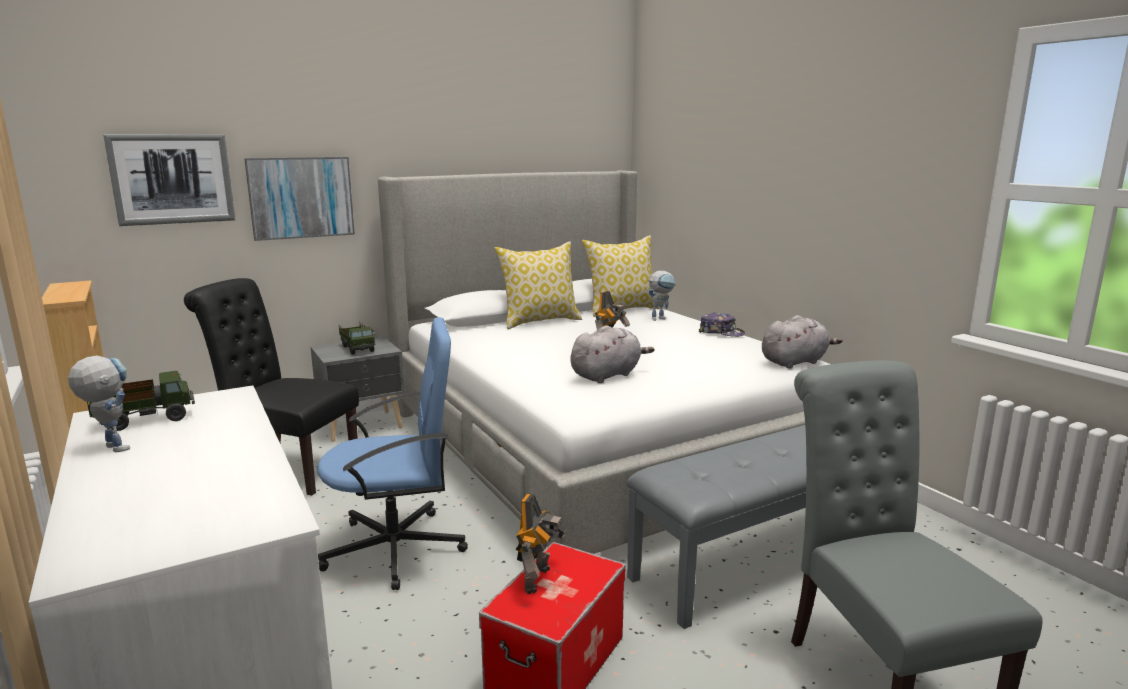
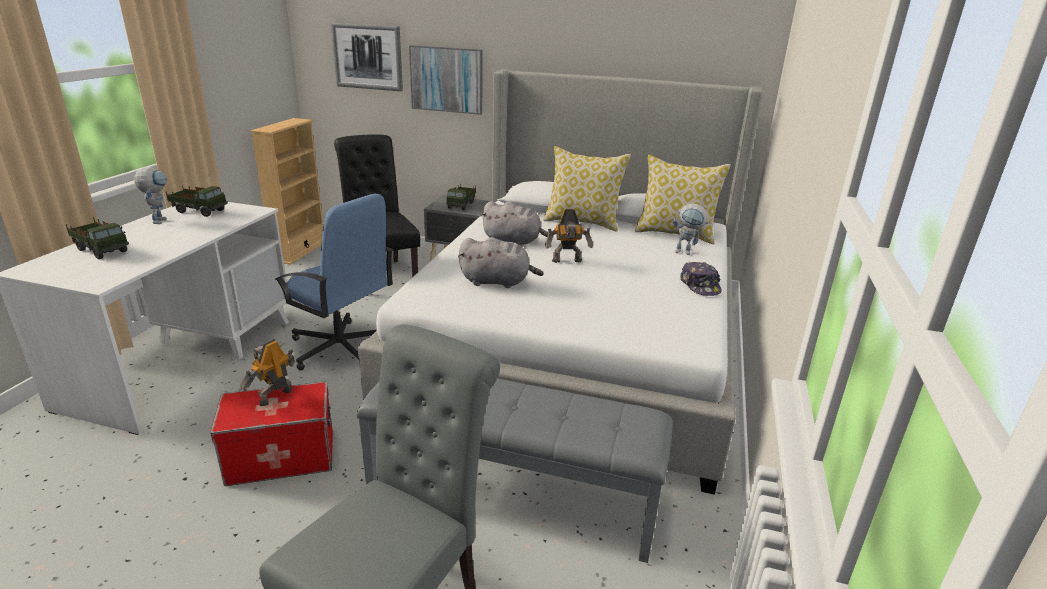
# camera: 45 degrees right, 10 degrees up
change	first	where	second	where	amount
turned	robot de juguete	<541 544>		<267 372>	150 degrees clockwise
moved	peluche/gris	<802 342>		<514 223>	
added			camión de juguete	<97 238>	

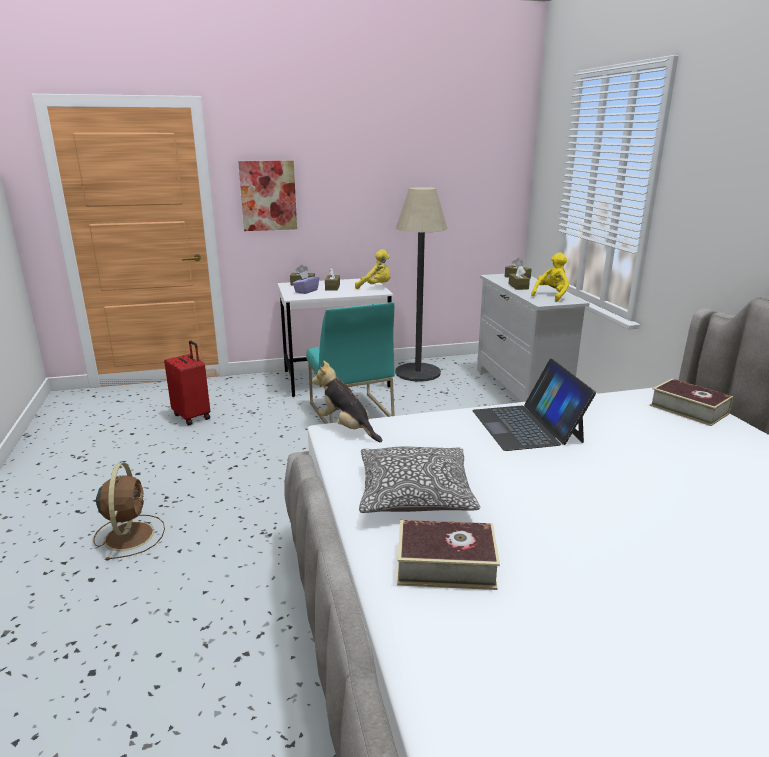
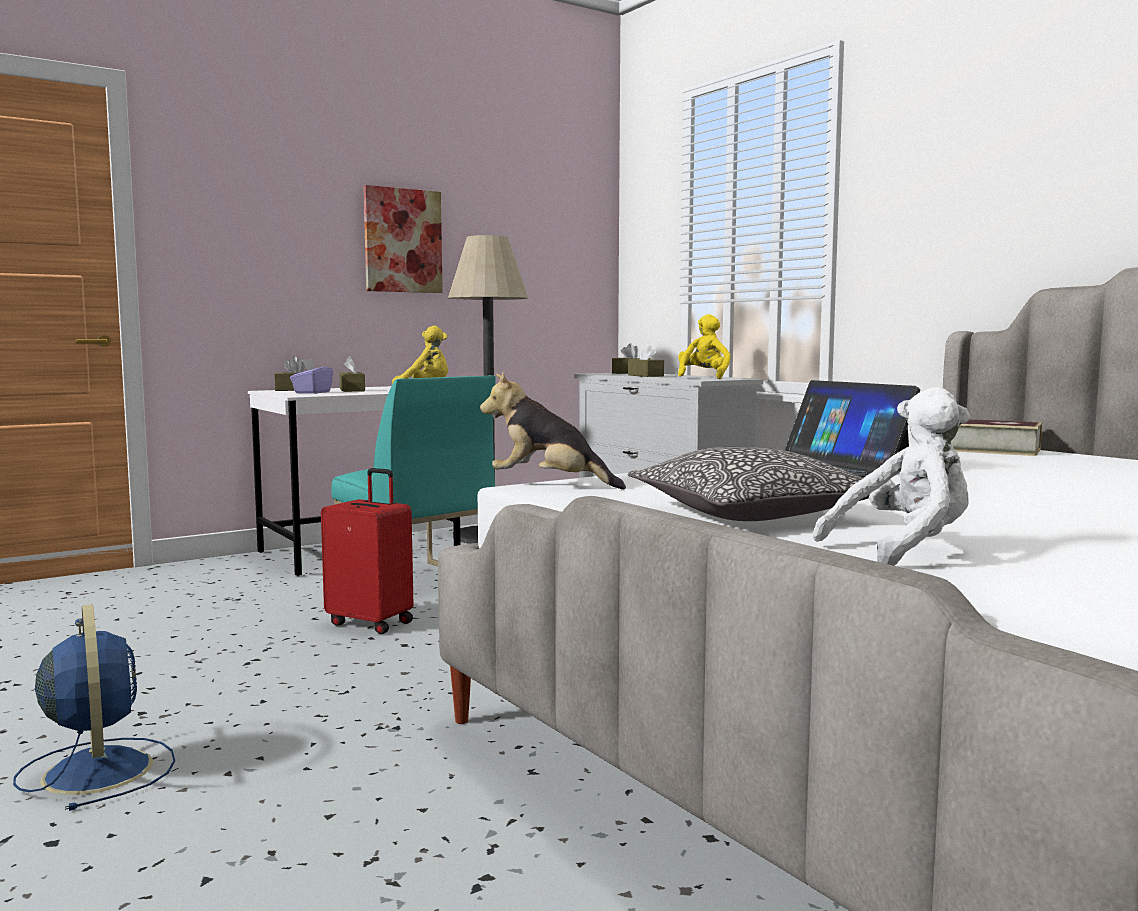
# camera: 20 degrees left, 15 degrees down
change	first	where	second	where	amount
recoloured	ventilador/marrón	<129 512>	ventilador/azul	<94 707>	
moved	maleta/rojo	<187 383>		<367 551>	
moved	cuadro	<267 195>		<403 239>	
replaced	libro	<448 555>	peluche/blanco	<892 476>	

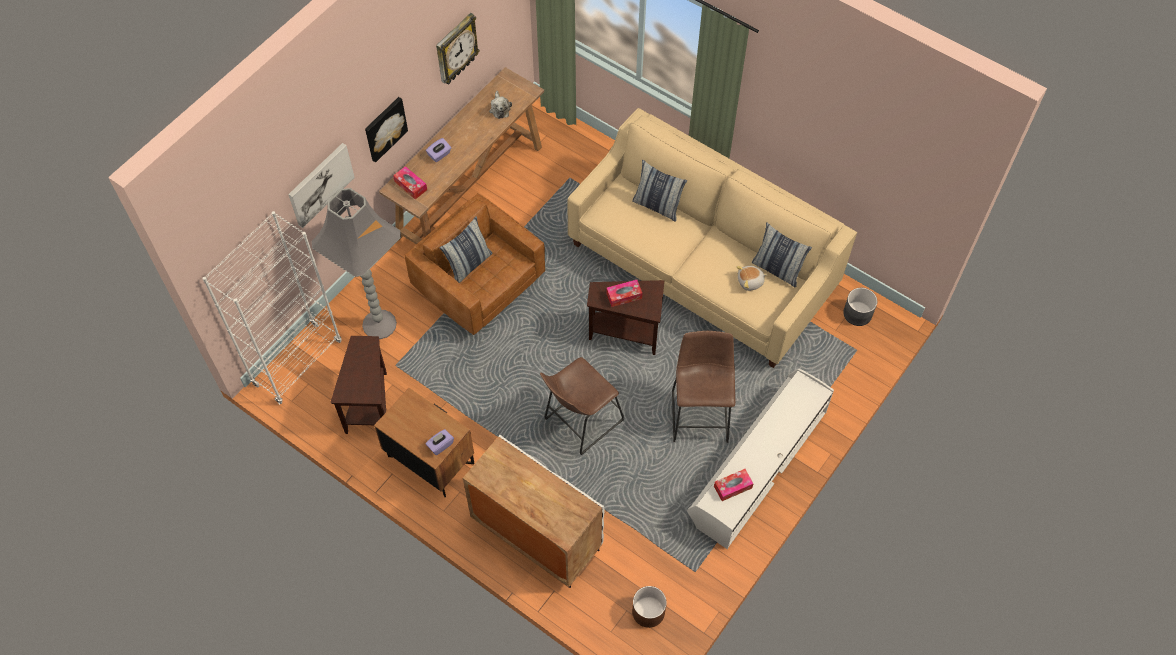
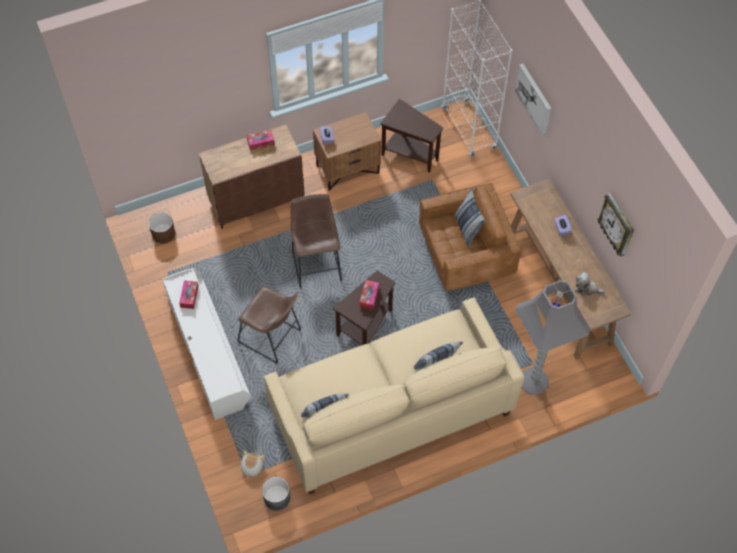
# camera: 120 degrees right, 0 degrees up
change	first	where	second	where	amount
moved	lámpara de pie/gris	<356 263>		<552 337>	
removed	cuadro	<386 129>			
moved	caja de pañuelos	<410 182>		<261 140>	
recoloured	armario/blanco	<533 511>	armario/marrón	<252 177>	
moved	peluche	<751 278>		<253 464>	

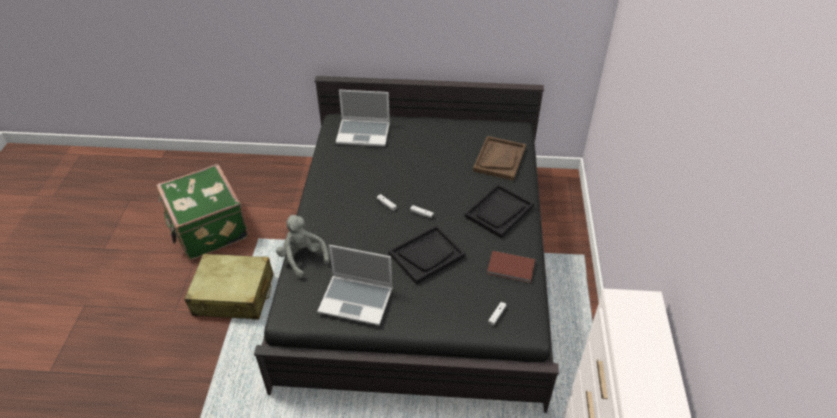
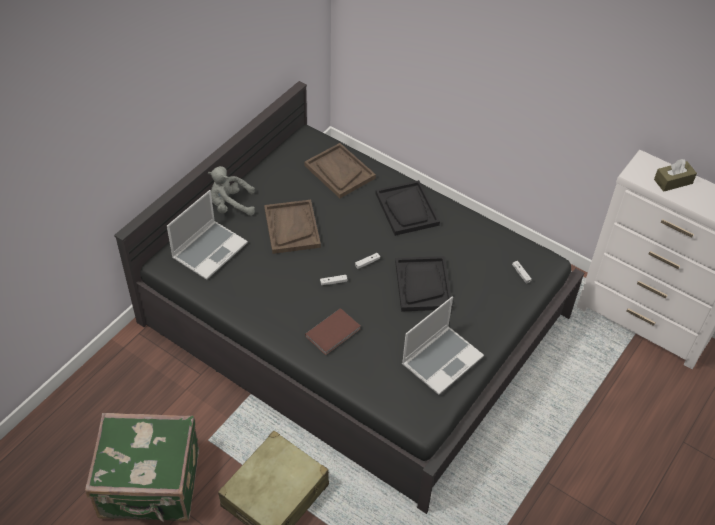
# camera: 60 degrees left, 5 degrees up
change	first	where	second	where	amount
moved	peluche/gris	<302 246>		<231 191>	
moved	libro/marrón	<511 267>		<332 331>	
added			bandeja/marrón	<292 227>	
added			caja de pañuelos/marrón	<675 175>	

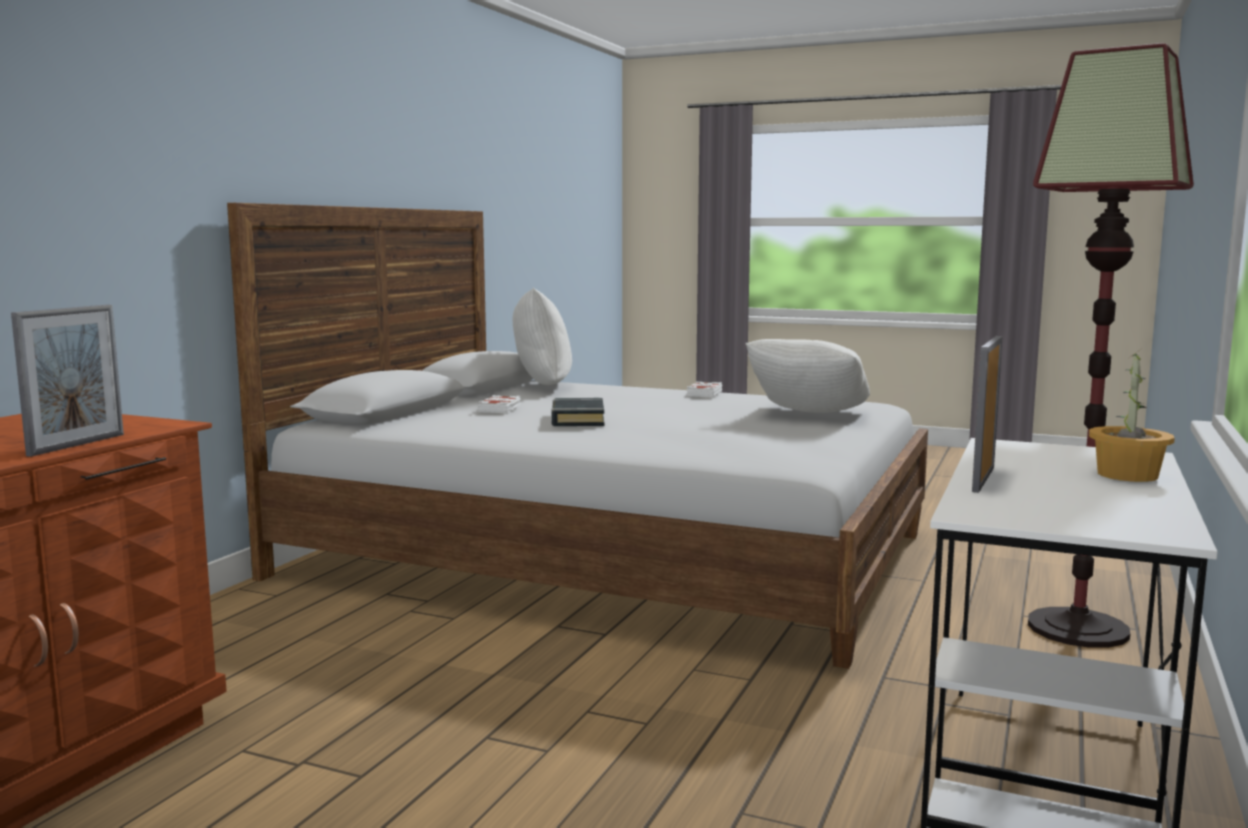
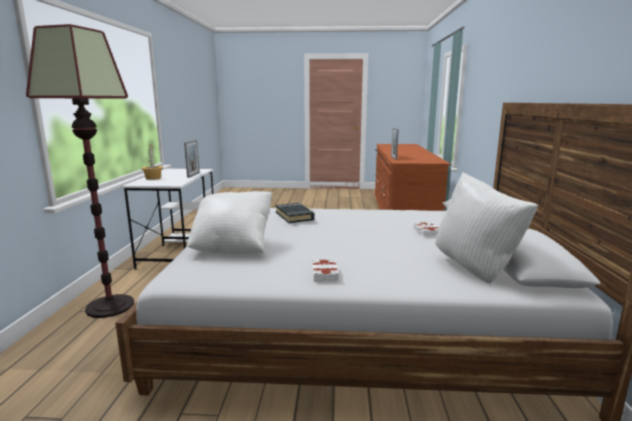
# camera: 160 degrees right, 5 degrees up
change	first	where	second	where	amount
moved	libro/negro	<577 412>		<295 213>	

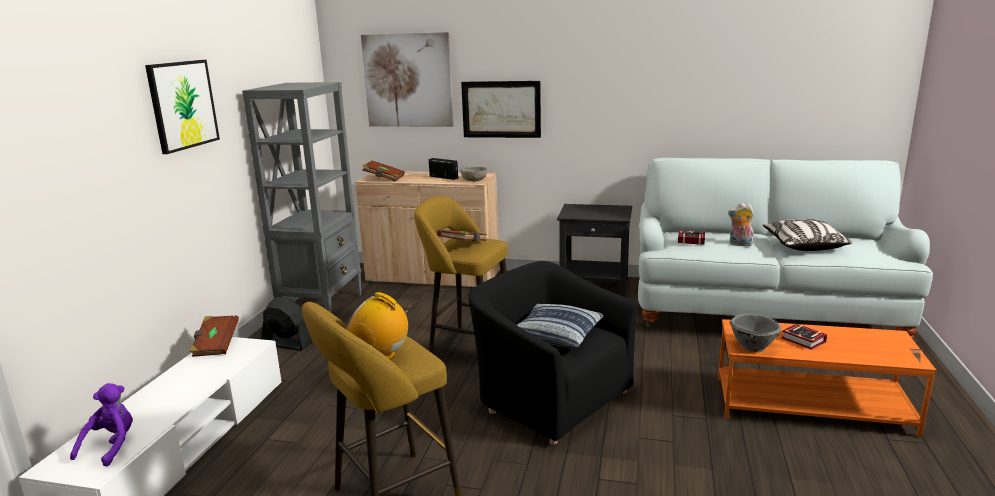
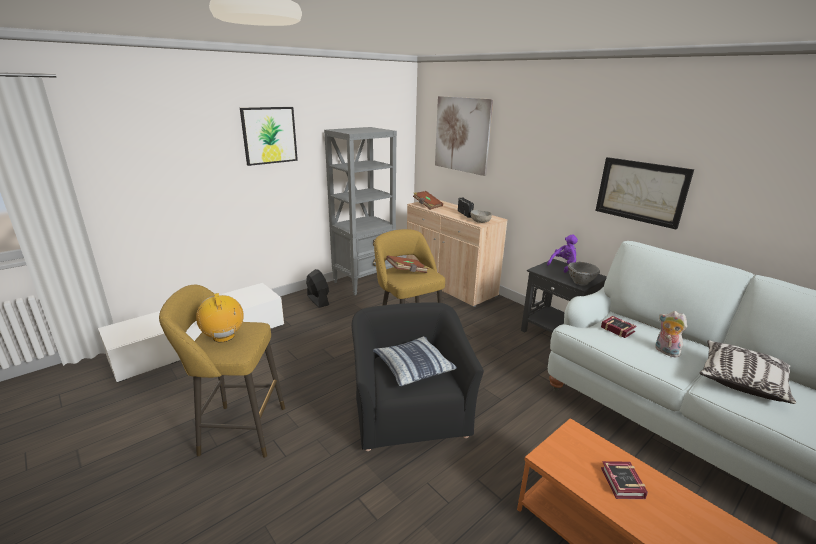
# camera: 35 degrees right, 5 degrees up
change	first	where	second	where	amount
moved	peluche/morado	<101 425>		<562 253>	
removed	libro/marrón	<214 336>			
moved	cuadro	<501 109>		<644 193>	
moved	cuenco/gris	<755 333>		<583 274>	

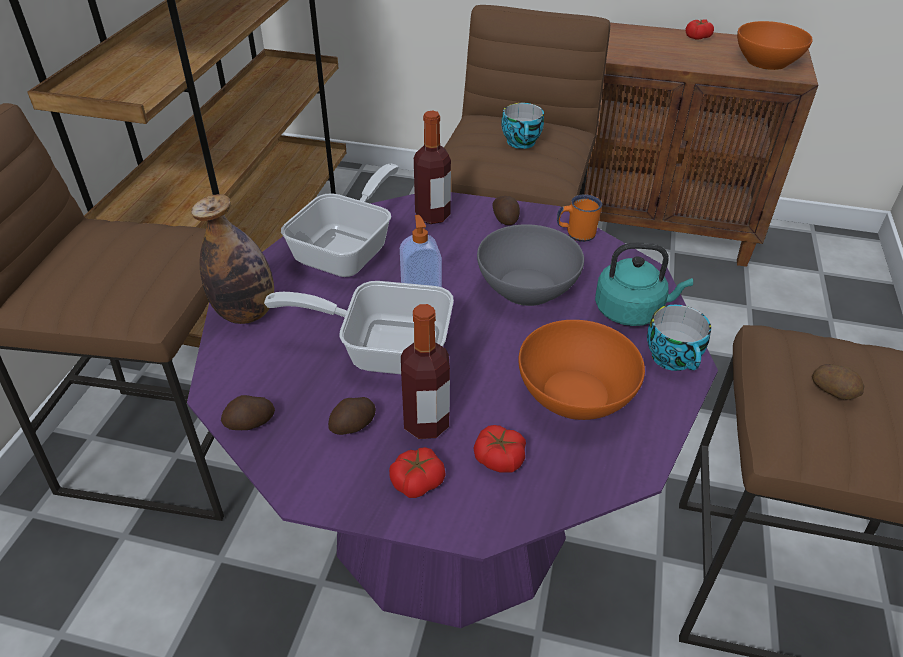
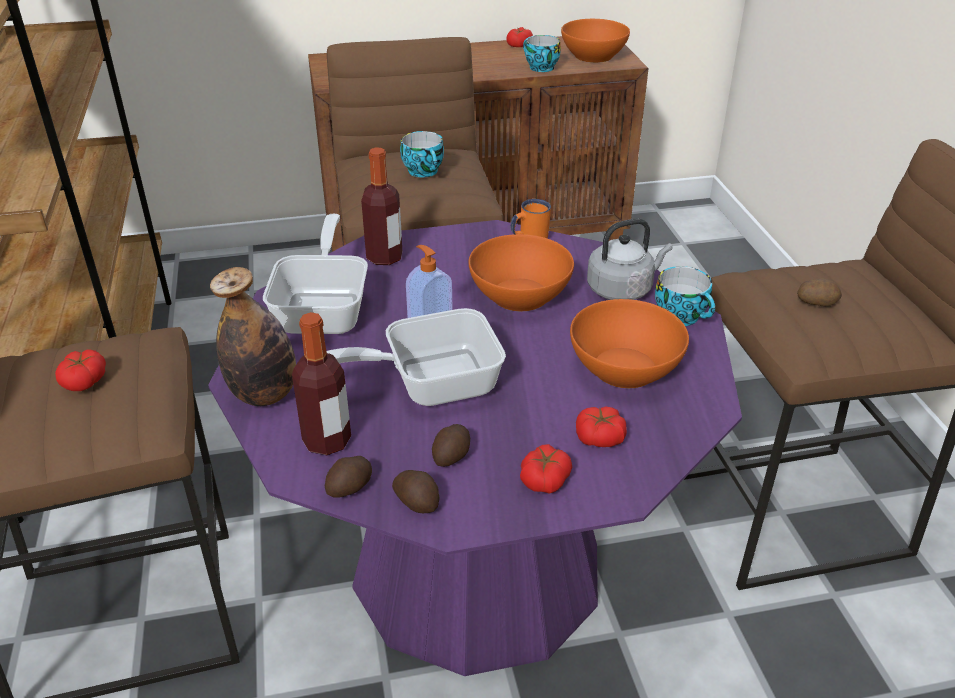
# camera: 25 degrees left, 5 degrees down
change	first	where	second	where	amount
moved	botella	<425 371>		<321 383>	
recoloured	cuenco/gris	<530 265>	cuenco/naranja	<521 272>	
moved	patata	<506 210>		<416 491>	
recoloured	hervidor/turquesa	<644 284>	hervidor/gris	<630 259>	
added			tomate	<80 370>	
added			taza	<542 53>	

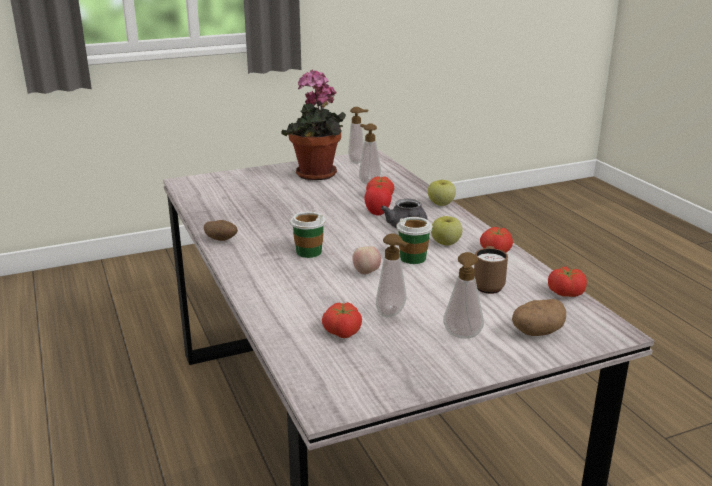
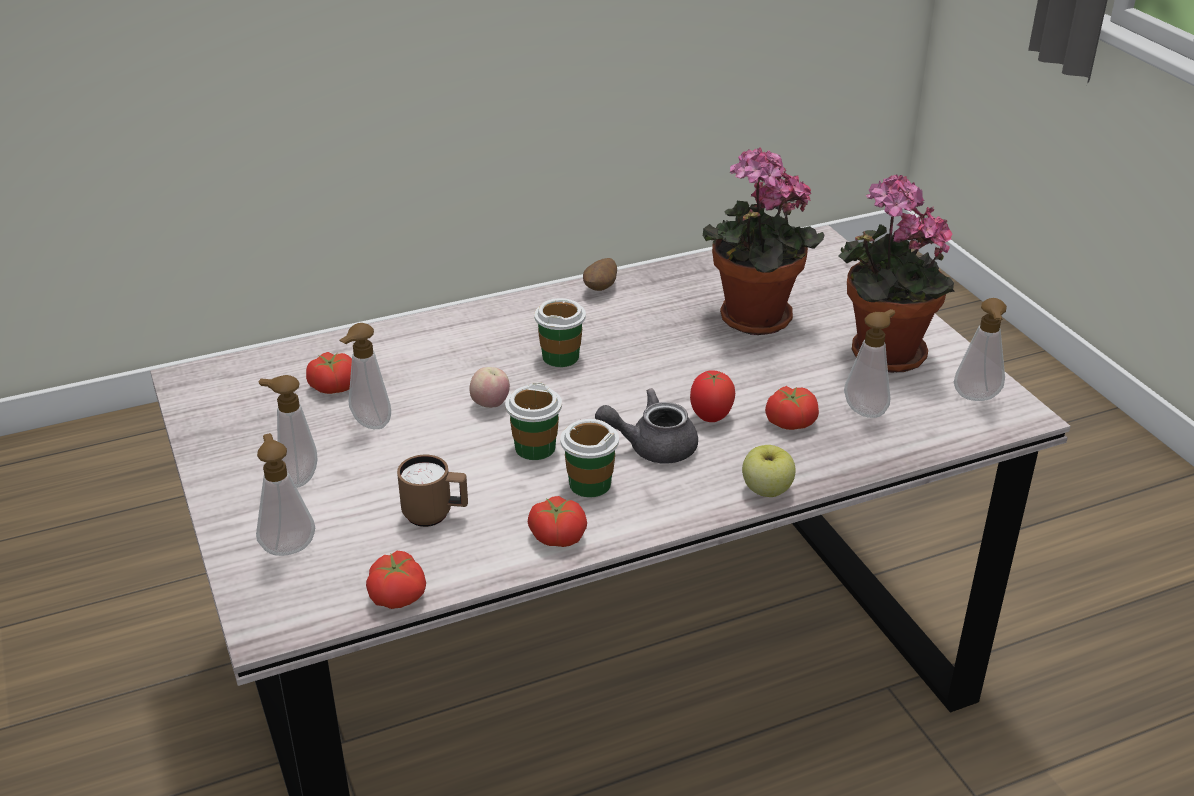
# camera: 90 degrees right, 10 degrees up
change	first	where	second	where	amount
replaced	manzana	<446 231>	taza	<589 458>	
replaced	patata	<539 317>	dispensador de jabón	<285 494>	
added			planta en maceta	<763 241>	

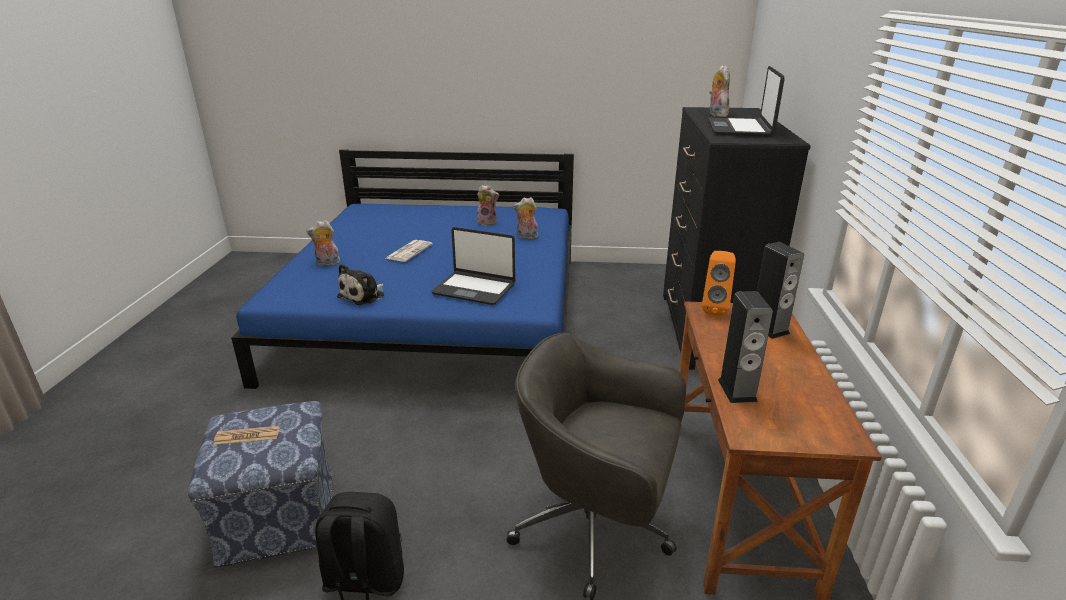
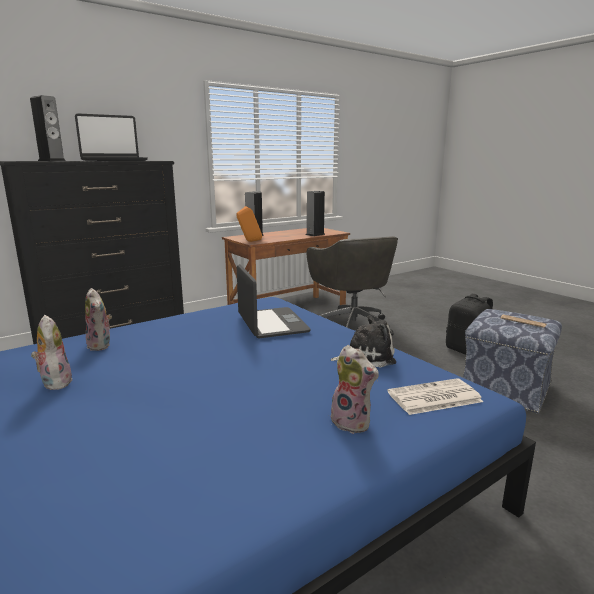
# camera: 130 degrees left, 10 degrees down
change	first	where	second	where	amount
moved	periódico	<409 251>		<435 396>	
replaced	peluche	<719 91>	altavoz	<48 128>	

